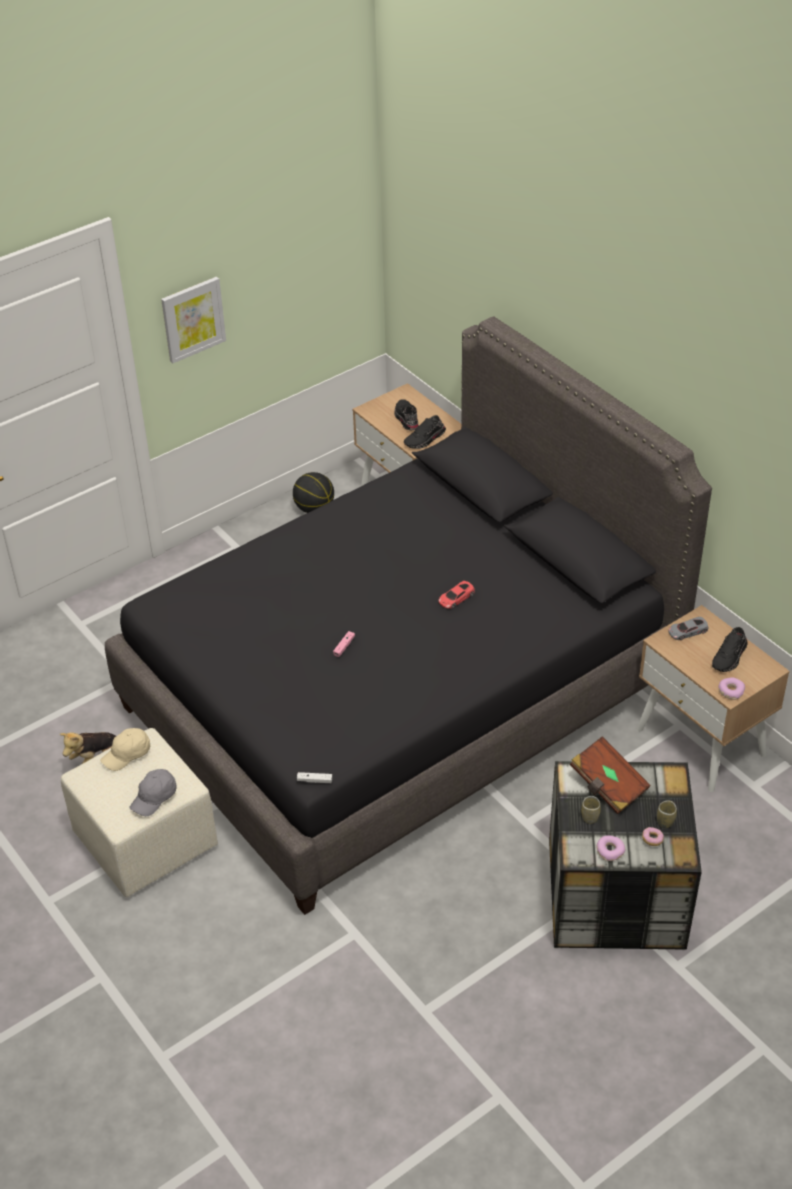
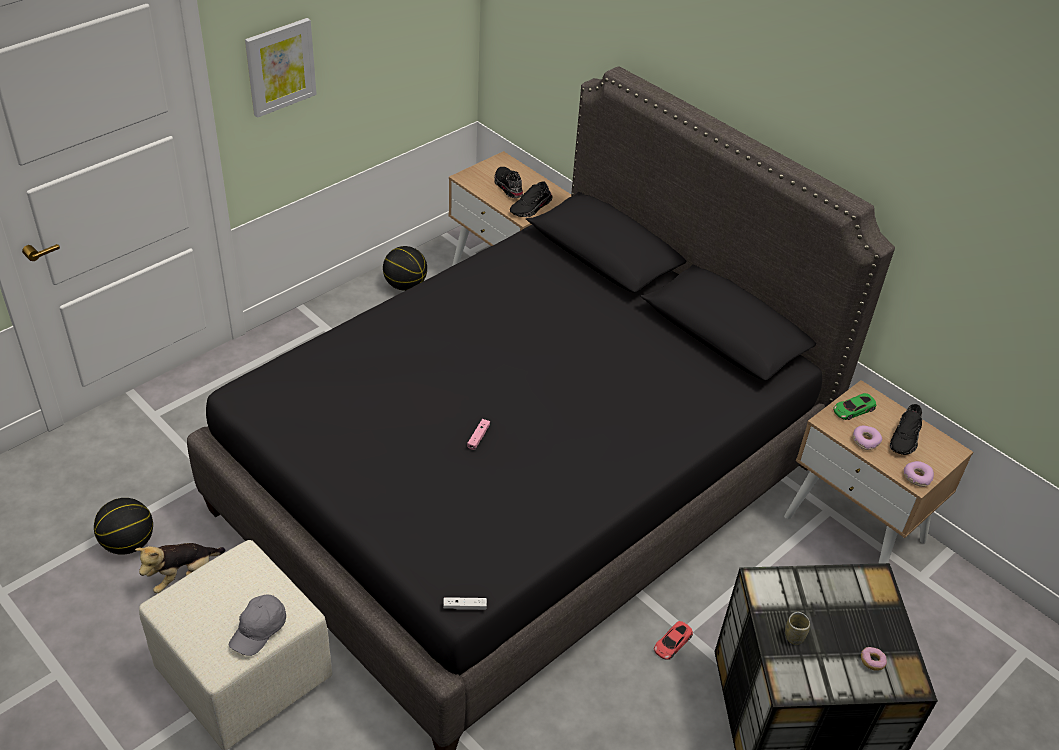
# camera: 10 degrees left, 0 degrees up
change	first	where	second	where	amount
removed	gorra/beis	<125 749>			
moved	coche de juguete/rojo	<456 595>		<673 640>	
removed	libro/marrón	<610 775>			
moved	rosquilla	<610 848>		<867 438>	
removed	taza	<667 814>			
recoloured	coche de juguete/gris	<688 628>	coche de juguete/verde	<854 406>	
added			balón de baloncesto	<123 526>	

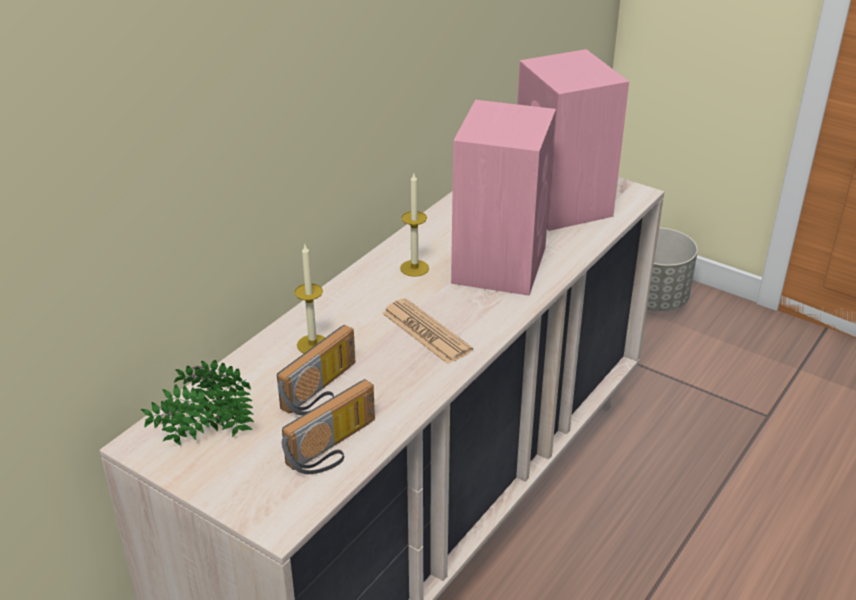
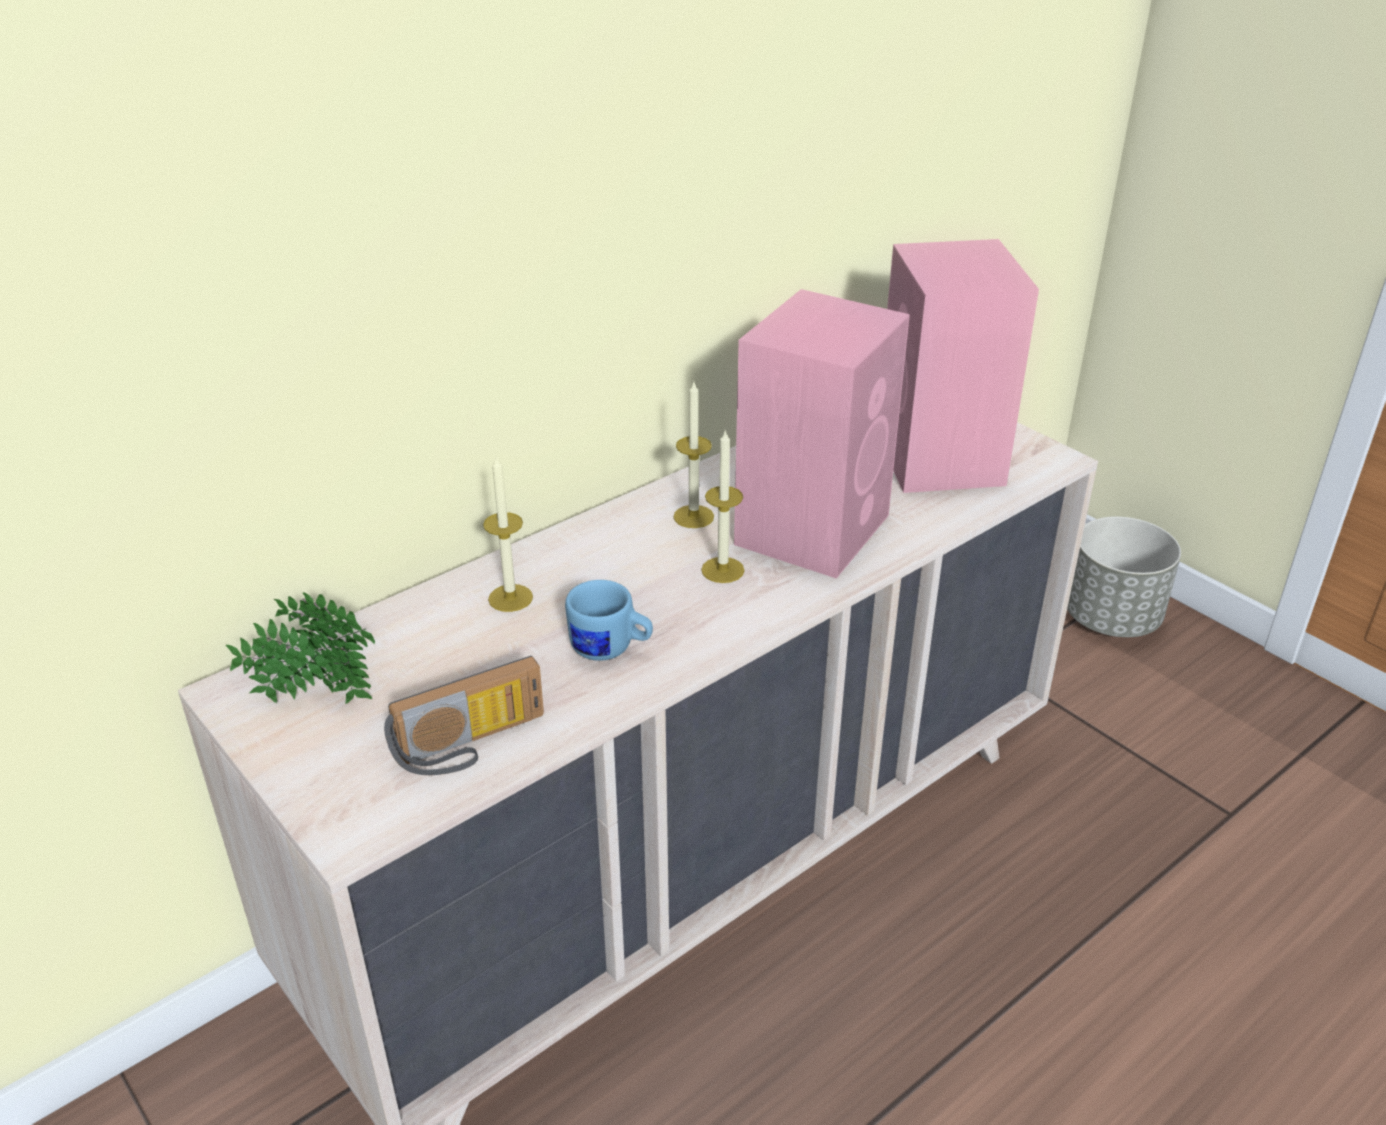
# camera: 15 degrees right, 0 degrees up
change	first	where	second	where	amount
removed	radio	<316 370>			
removed	periódico	<427 331>			
added			taza grande/azul	<609 620>	
added			vela	<723 507>	

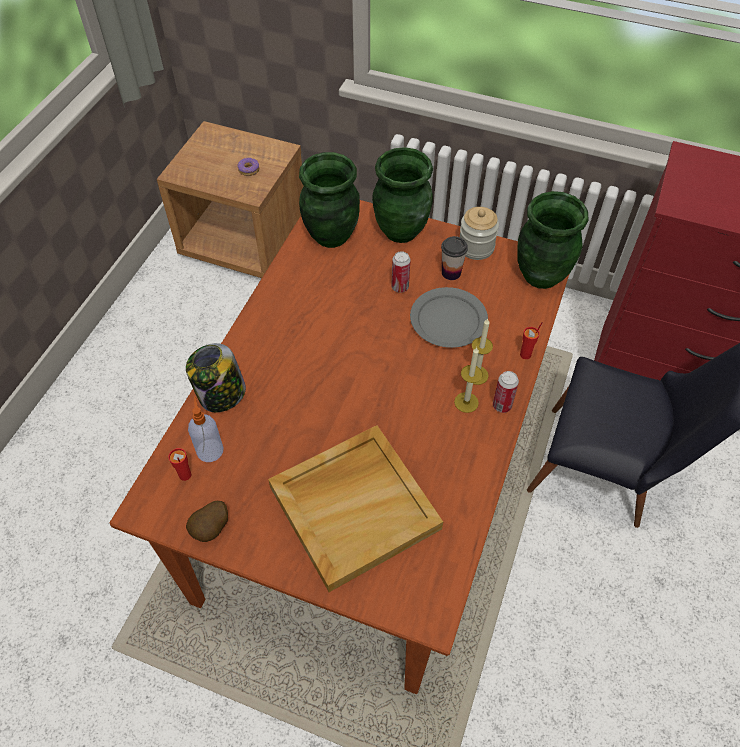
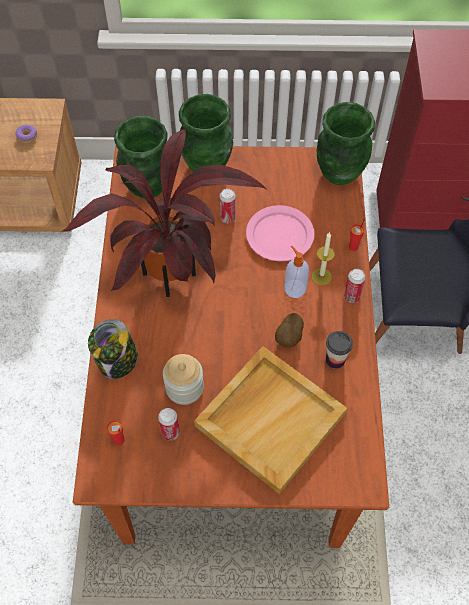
# camera: 20 degrees left, 5 degrees up
change	first	where	second	where	amount
moved	patata	<207 521>		<289 330>	
moved	dispensador de jabón	<205 429>		<296 272>	
recoloured	plato/gris	<449 317>	plato/rosa	<280 233>	
moved	taza	<454 258>		<339 350>	
removed	vela	<468 380>			
moved	tarro	<479 233>		<183 379>	
added			planta en maceta	<163 213>	
added			lata	<169 424>	

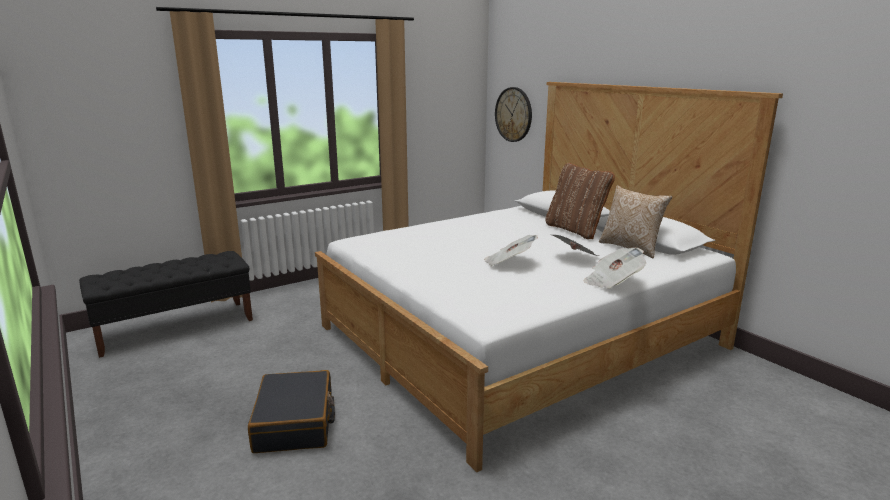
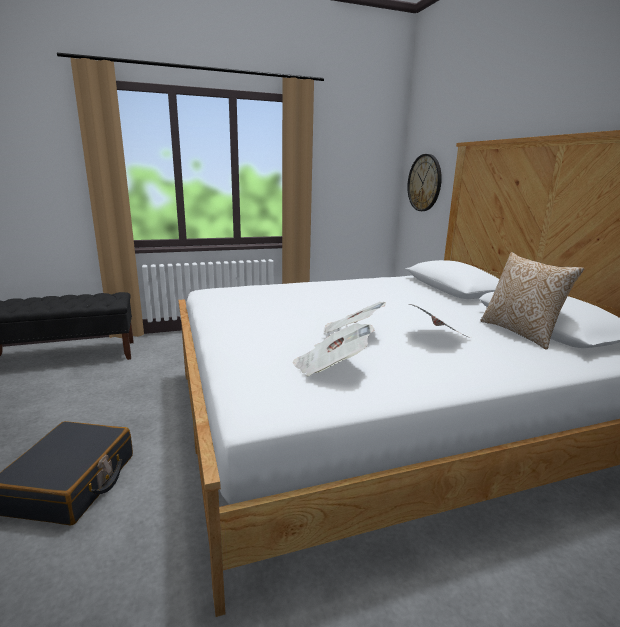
# camera: 15 degrees right, 0 degrees up
change	first	where	second	where	amount
removed	cojín/marrón	<580 201>			
moved	periódico	<615 268>		<333 350>	

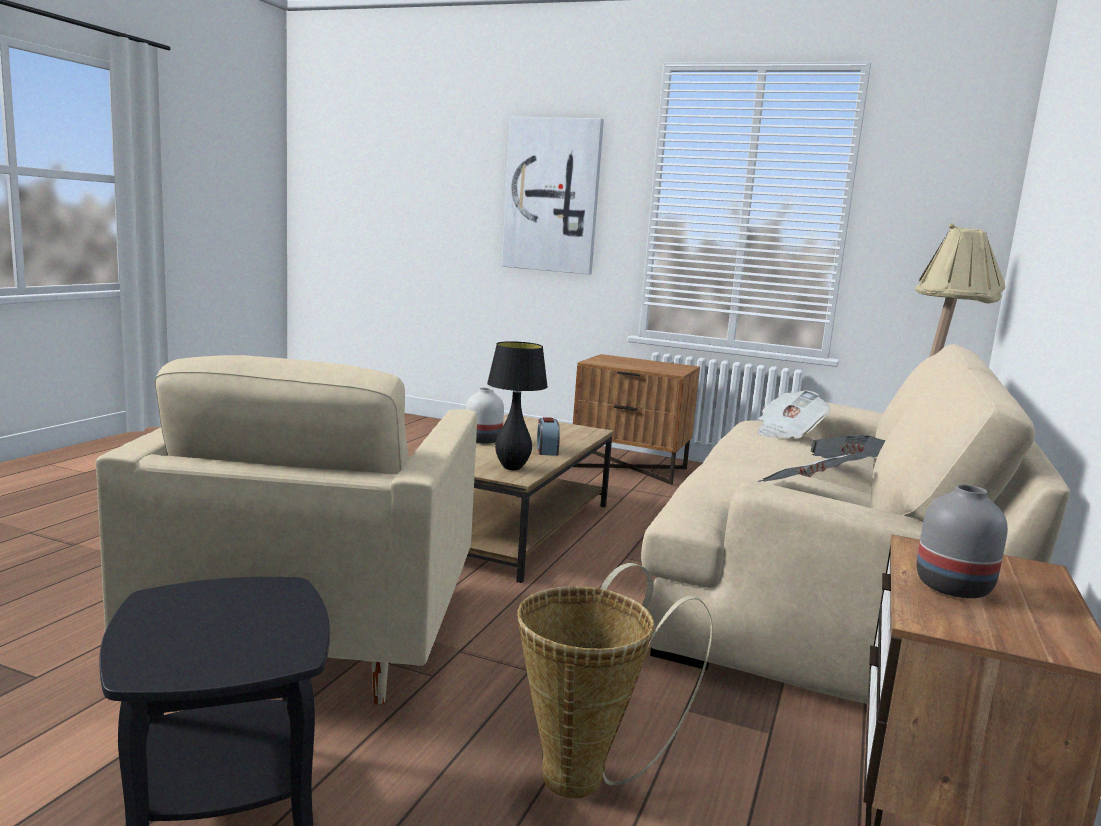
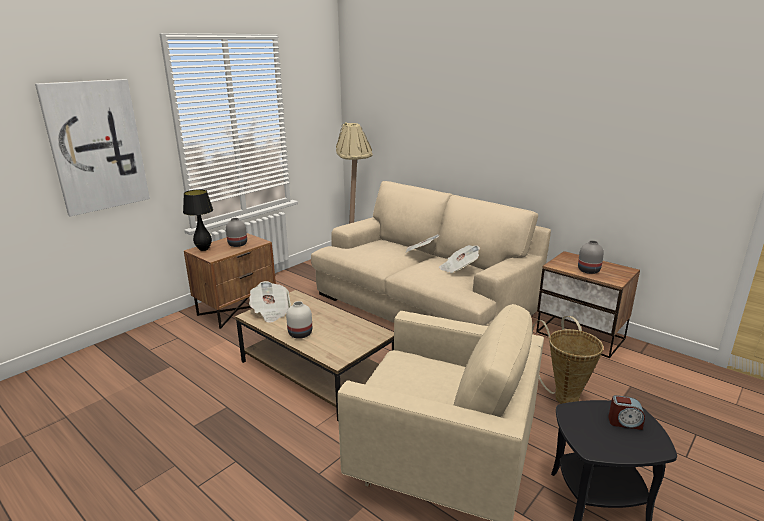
# camera: 70 degrees left, 10 degrees up
change	first	where	second	where	amount
moved	lámpara de mesa/negro	<517 405>		<198 220>	
moved	despertador	<548 436>		<626 412>	
moved	periódico	<794 414>		<270 302>	
added			florero/gris	<236 232>	

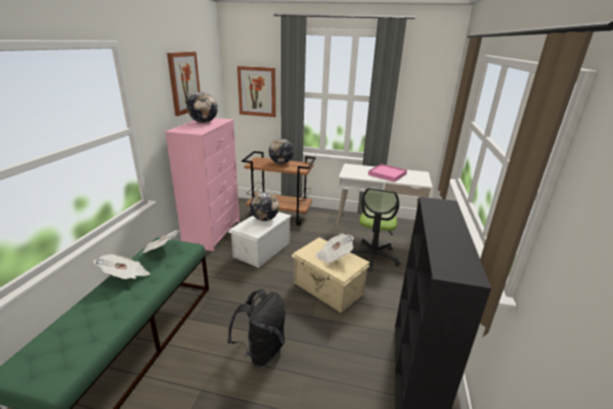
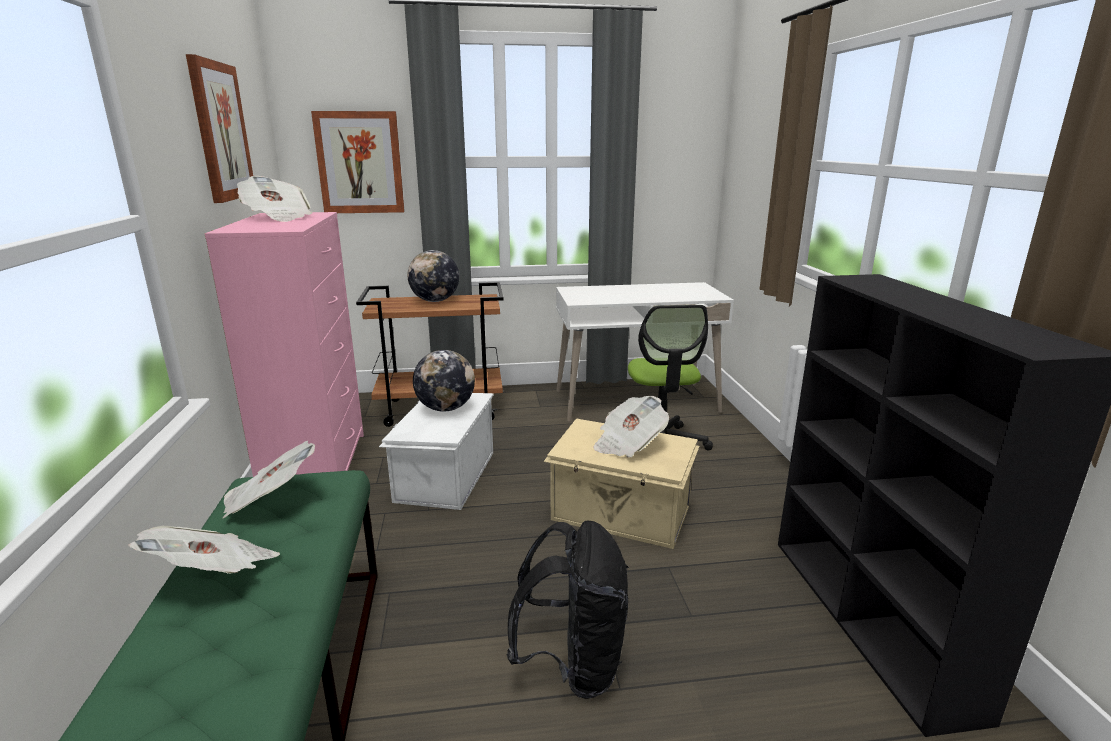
# camera: 20 degrees left, 5 degrees down
change	first	where	second	where	amount
replaced	globo terráqueo	<202 107>	periódico	<274 199>	
removed	bandeja/rosa	<387 173>			

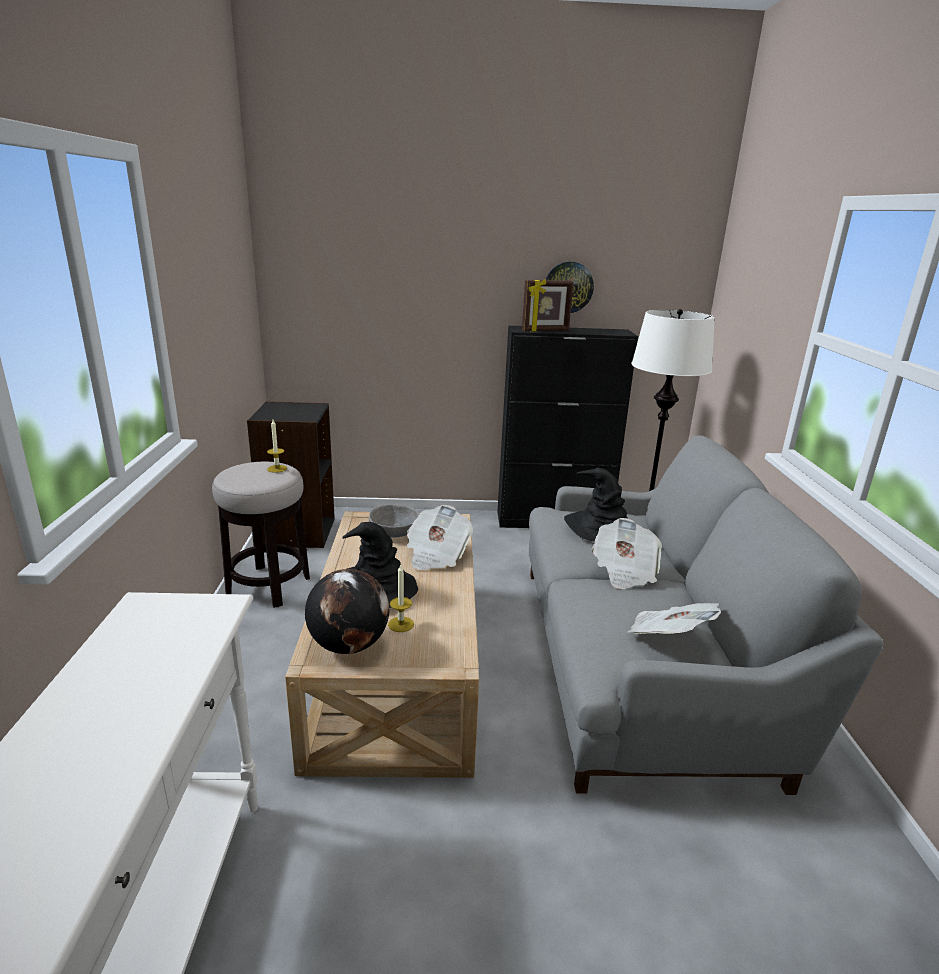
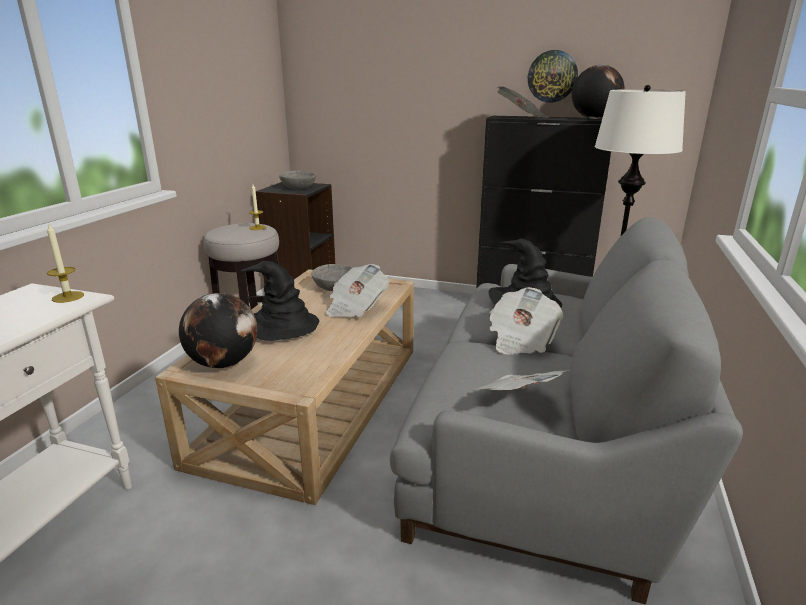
# camera: 20 degrees right, 0 degrees up
change	first	where	second	where	amount
moved	vela	<401 598>		<65 263>	
replaced	portarretratos	<548 305>	periódico	<523 102>	
added			cuenco/gris	<297 180>	
added			globo terráqueo	<598 92>	

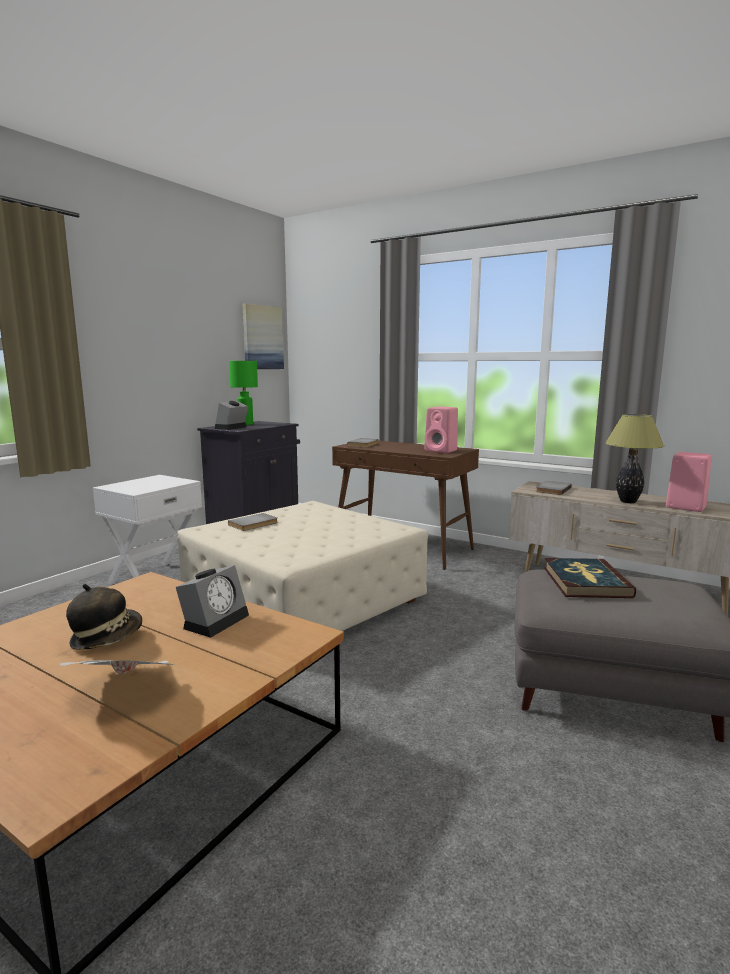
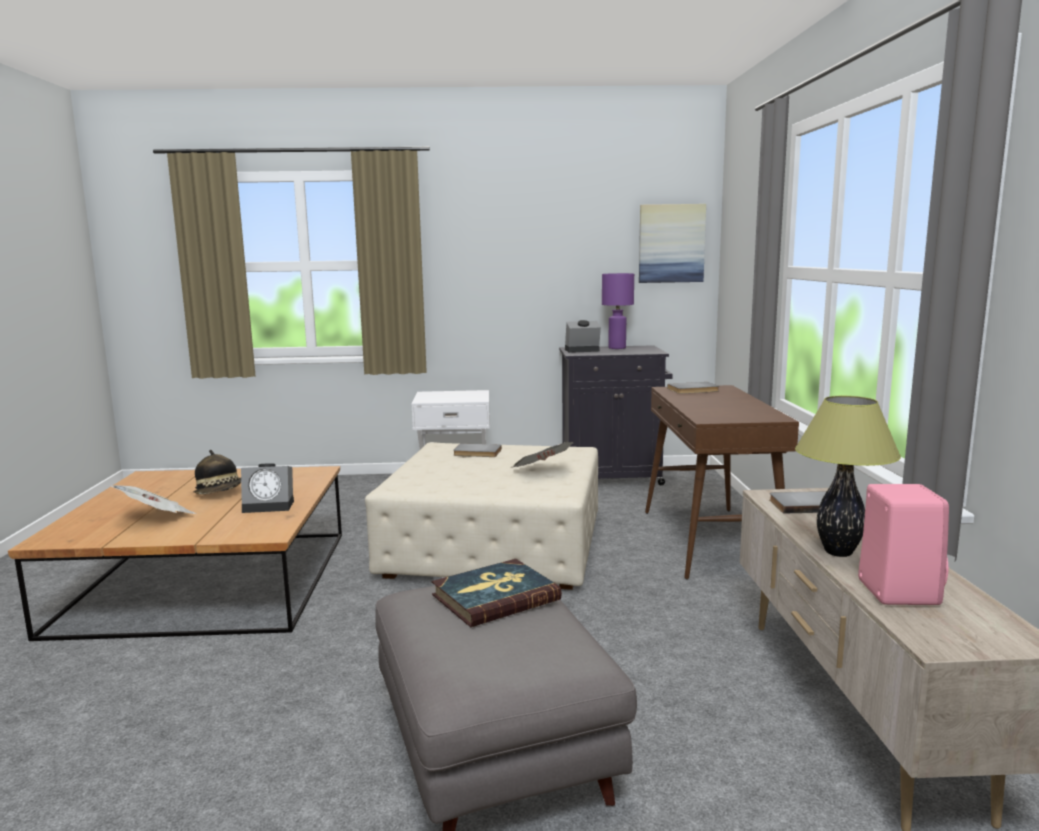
# camera: 55 degrees right, 0 degrees up
change	first	where	second	where	amount
recoloured	lámpara de mesa/verde	<243 393>	lámpara de mesa/morado	<618 311>	
removed	altavoz/rosa	<441 429>			
added			periódico	<542 455>	

